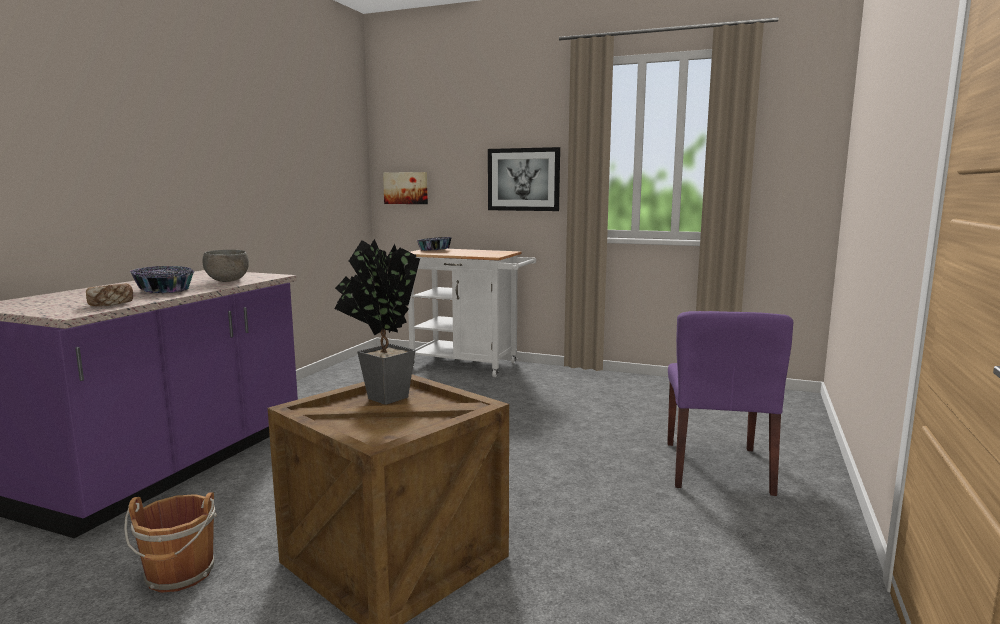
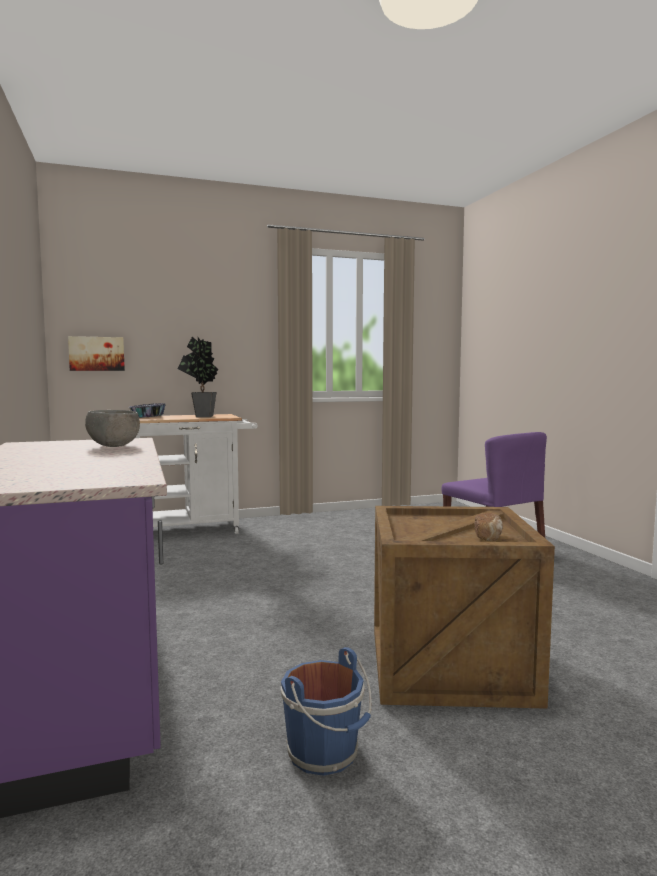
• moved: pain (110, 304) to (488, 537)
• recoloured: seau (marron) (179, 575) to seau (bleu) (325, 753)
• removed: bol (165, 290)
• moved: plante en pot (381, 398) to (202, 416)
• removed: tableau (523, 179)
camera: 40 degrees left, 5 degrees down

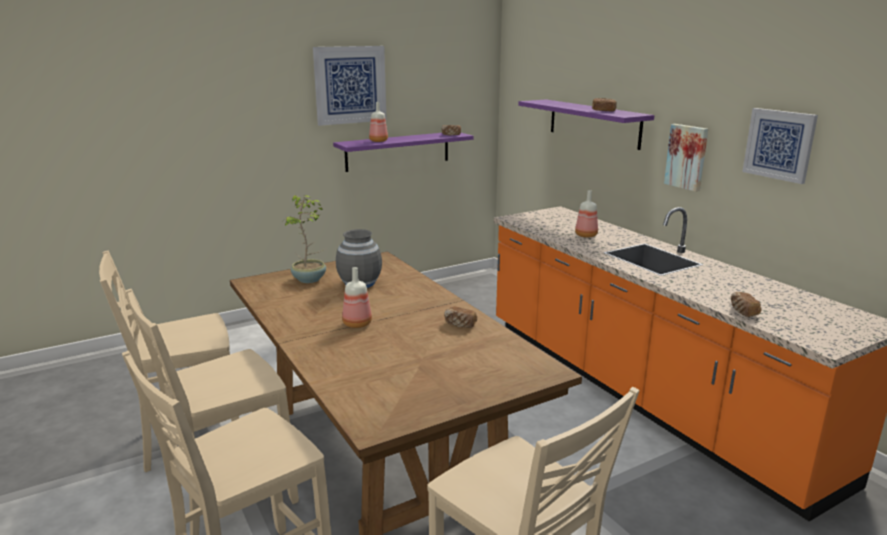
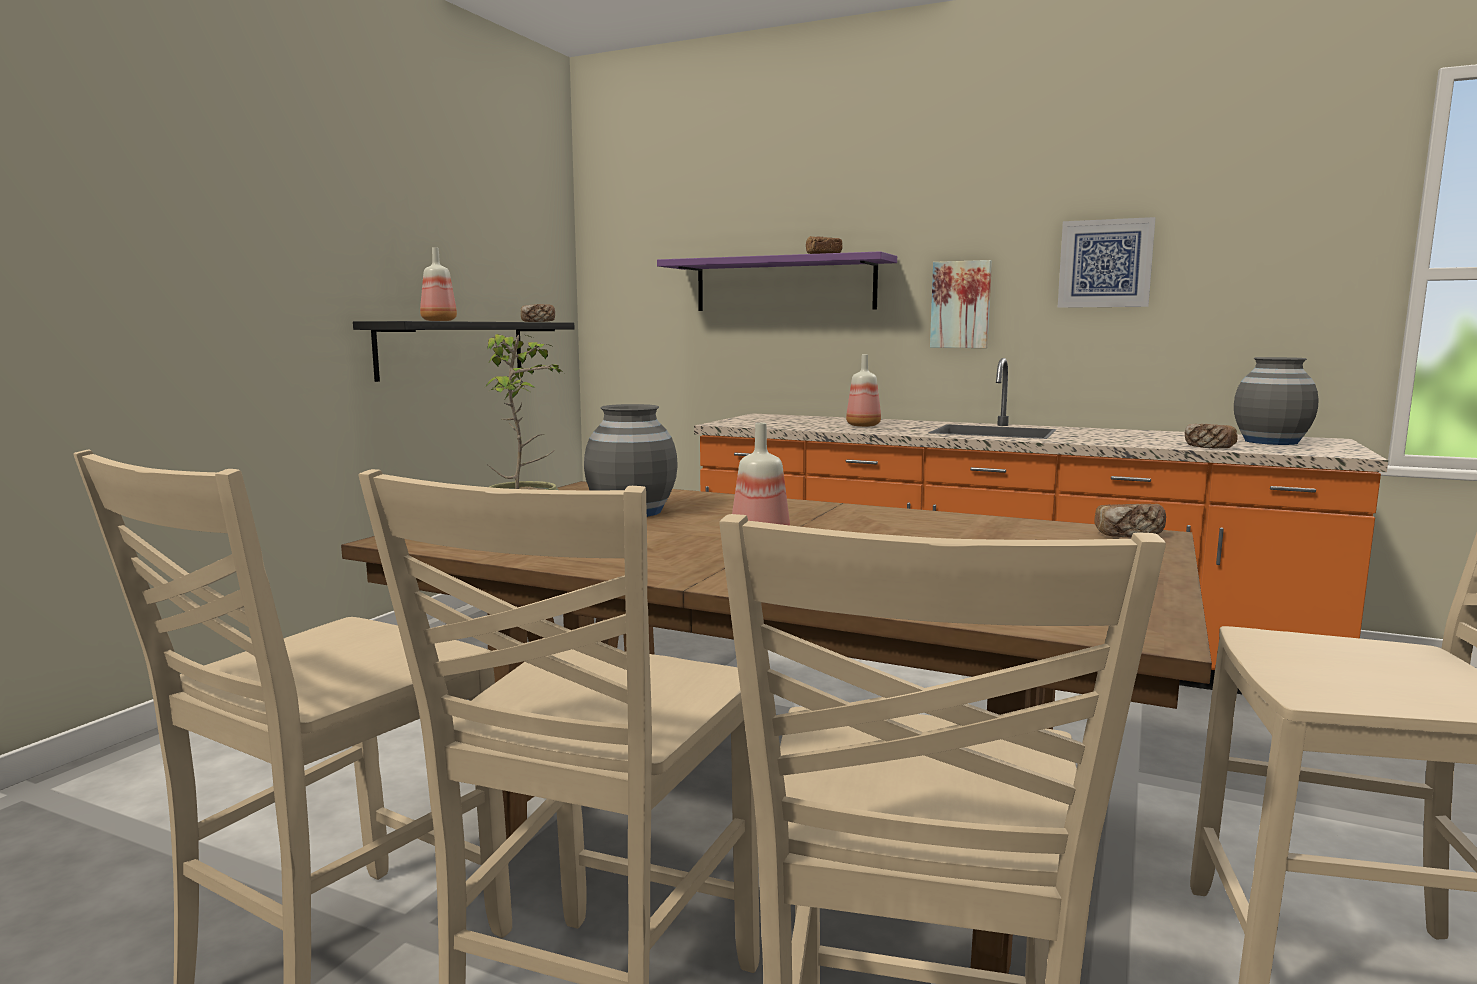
• removed: tableau (350, 85)
• recoloured: étagère (violet) (398, 151) to étagère (noir) (453, 349)
• moved: pain (460, 324) to (1129, 535)
• added: vase (gris) (1271, 442)
camera: 35 degrees left, 10 degrees down

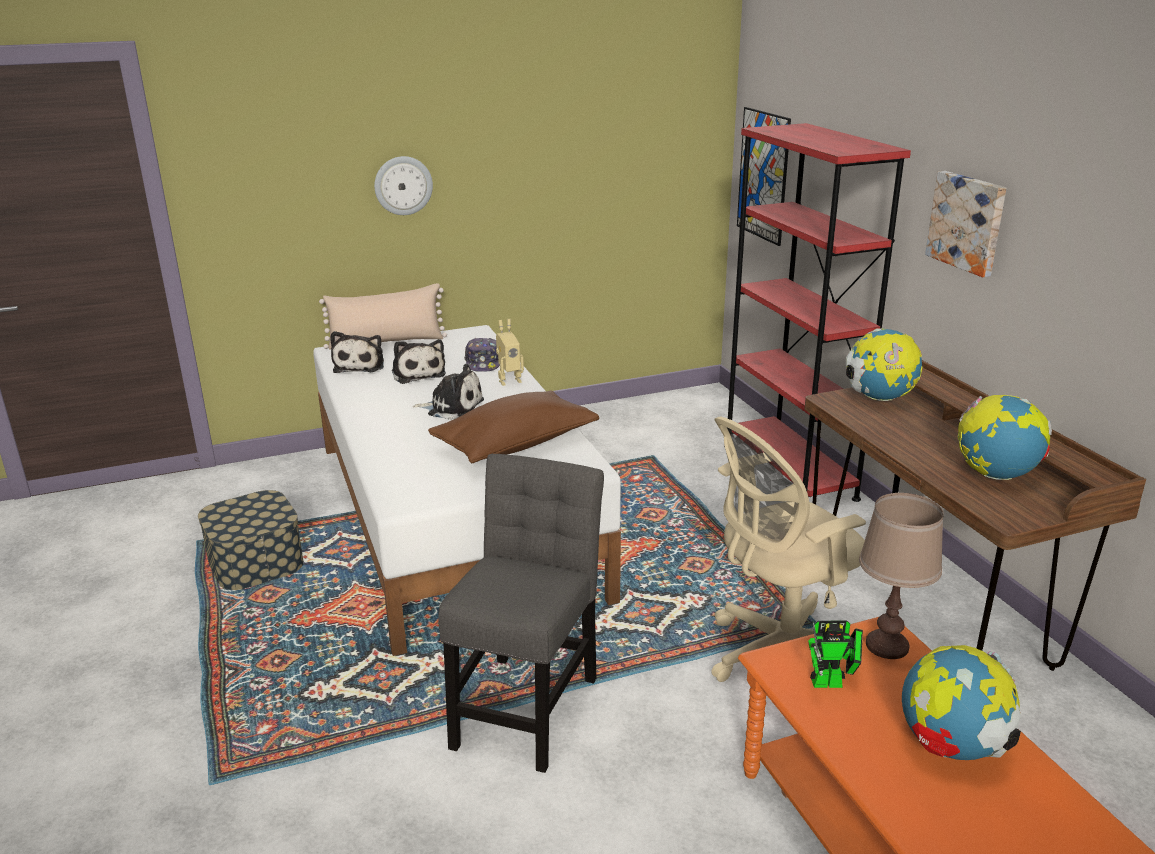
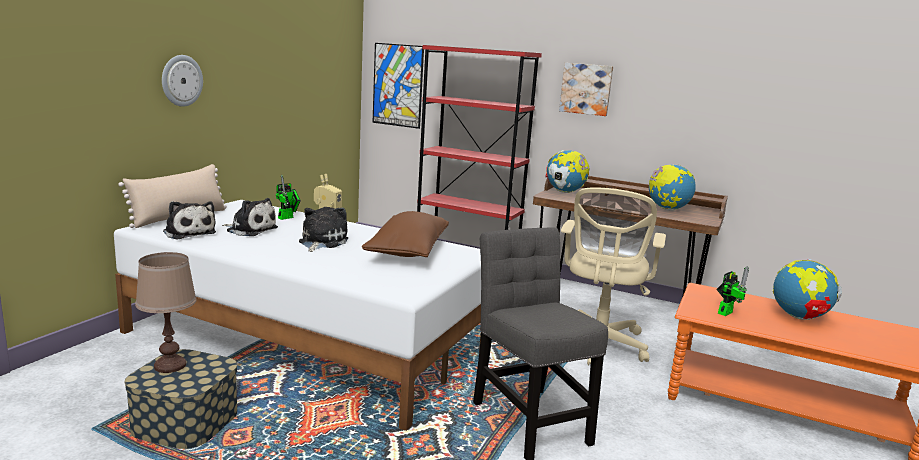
• turned: peluche (452, 407) = (321, 242) 45 degrees counterclockwise
• replaced: casquette (484, 363) to robot jouet (287, 217)
• moved: lampe de table (marron) (886, 645) to (169, 366)
camera: 45 degrees left, 10 degrees down

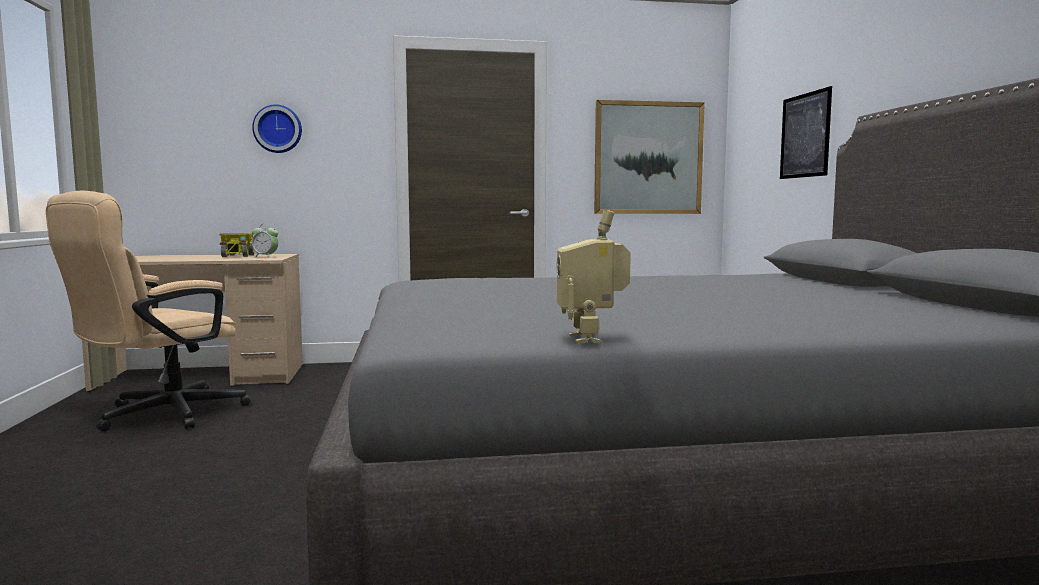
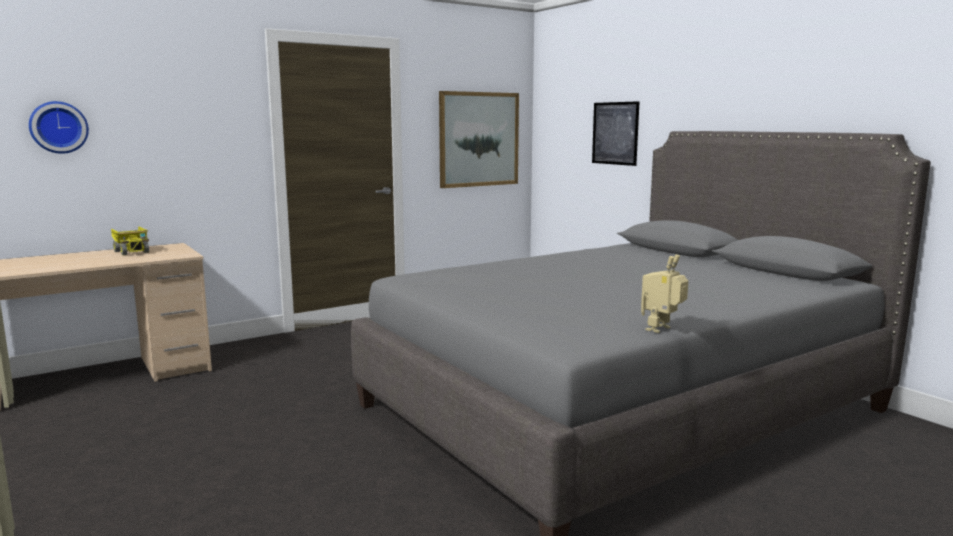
• removed: chaise de bureau (beige) (159, 416)
• moved: horloge murale (278, 129) to (59, 127)
• removed: réveil (265, 257)
• turned: robot jouet (592, 338) = (662, 329) 75 degrees clockwise
camera: 25 degrees left, 5 degrees up

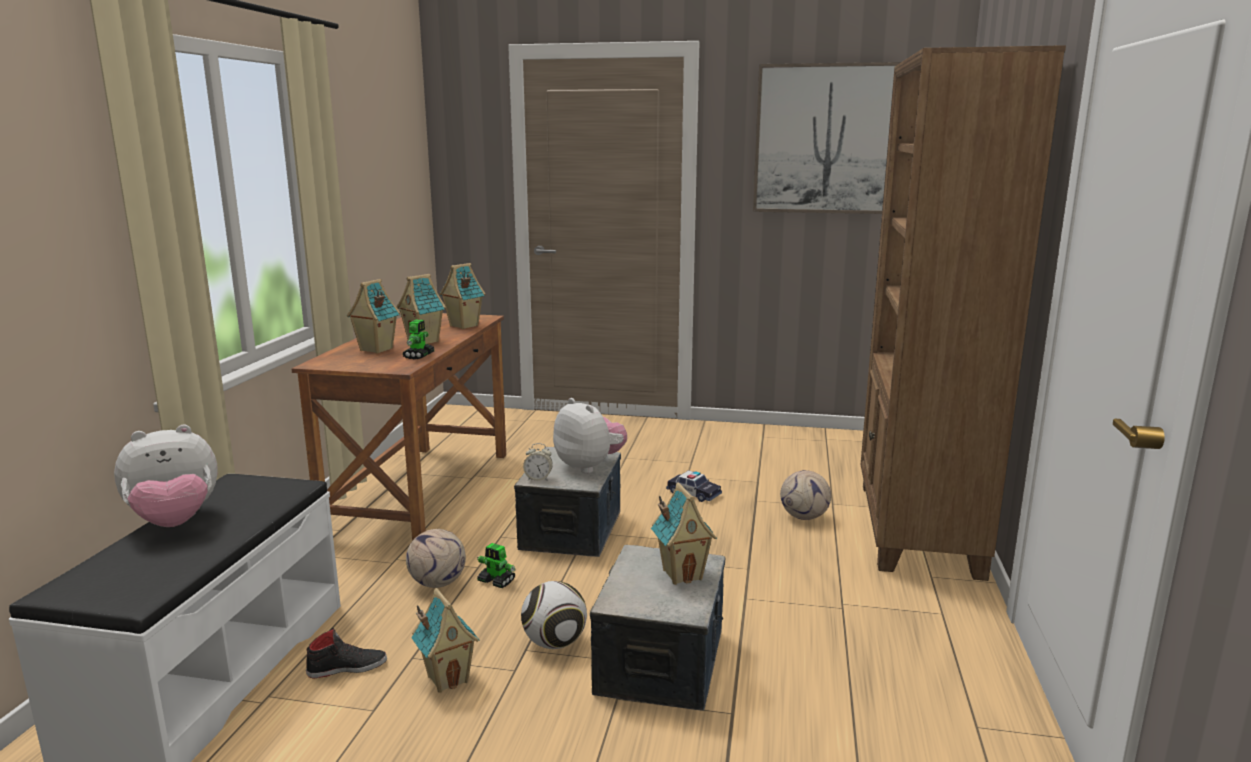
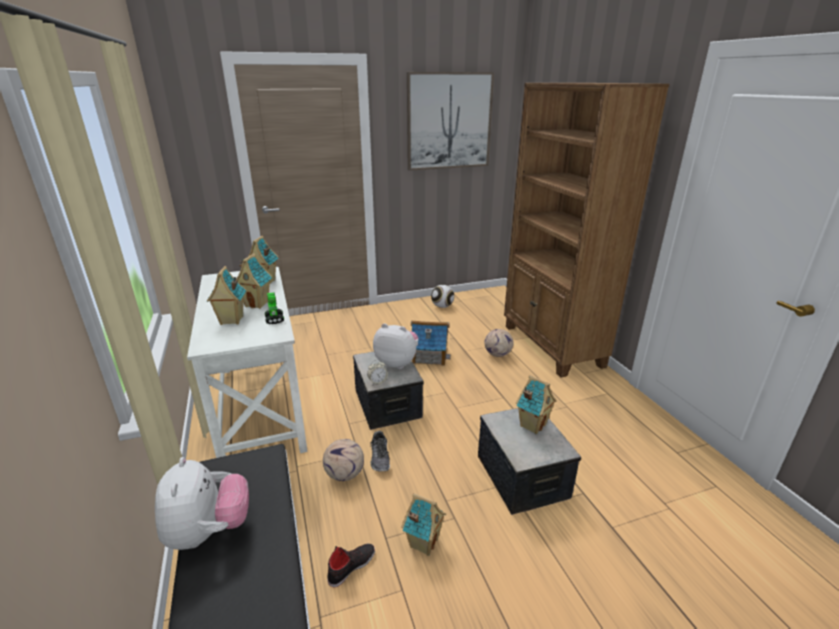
• turned: peluche (175, 522) = (209, 532) 45 degrees counterclockwise
• recoloured: bureau (marron) (421, 492) to bureau (blanc) (260, 406)
• replaced: robot jouet (496, 581) to chaussure (380, 458)
• moved: ballon de foot (554, 643) to (442, 306)
• replaced: petite voiture (693, 493) to maison miniature (429, 356)
camera: 30 degrees left, 10 degrees up

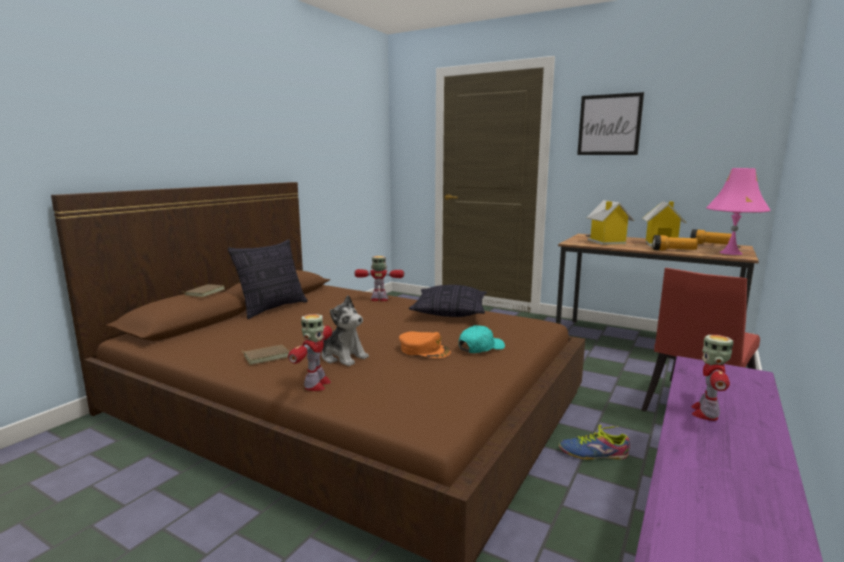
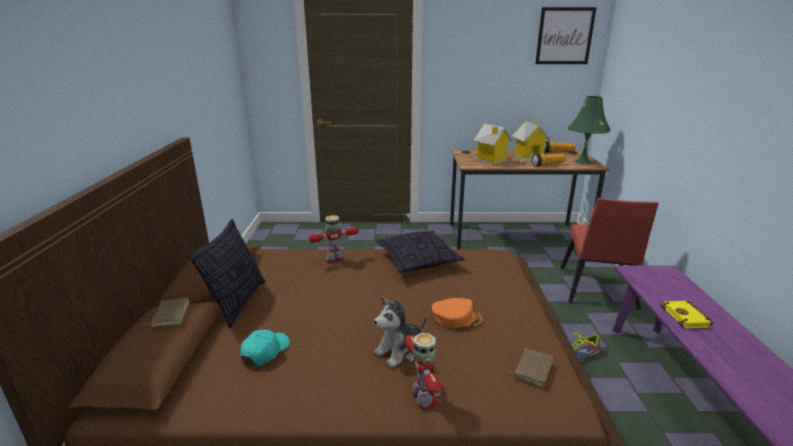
• moved: livre (marron) (266, 356) to (531, 368)
• turned: peluche (343, 357) = (400, 351) 135 degrees clockwise
• moved: casquette (turquoise) (480, 348) to (265, 352)
• moved: tableau (609, 125) to (564, 36)
• replaced: robot jouet (706, 412) to livre (jaune) (687, 318)
• recoloured: lampe de table (rose) (730, 253) to lampe de table (vert) (583, 162)
camera: 30 degrees left, 10 degrees up

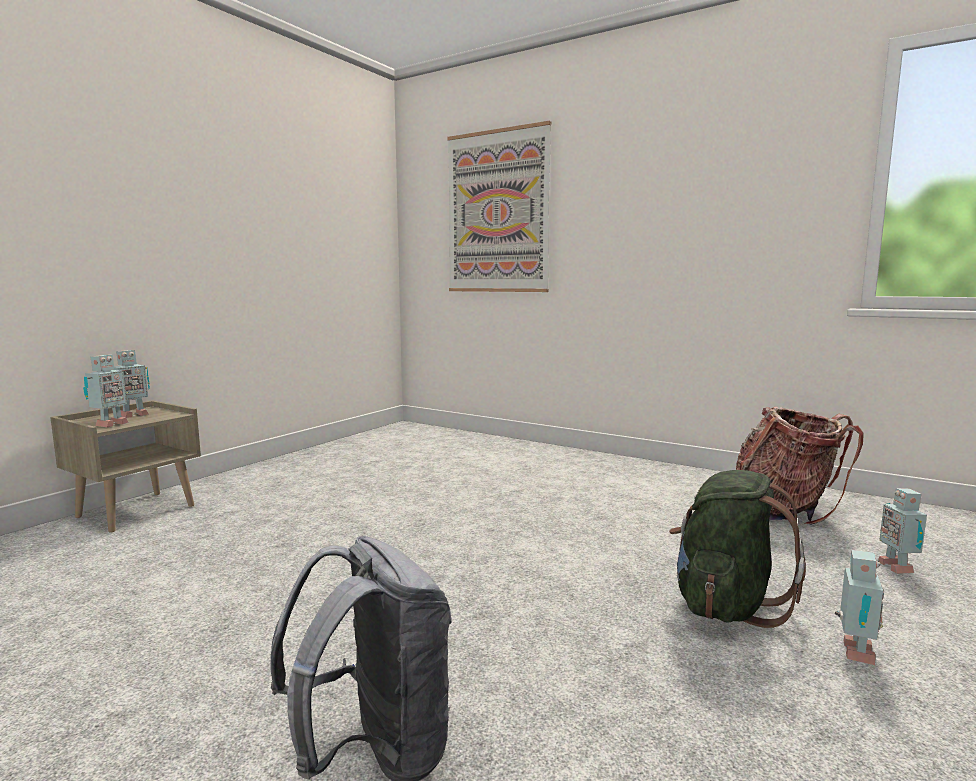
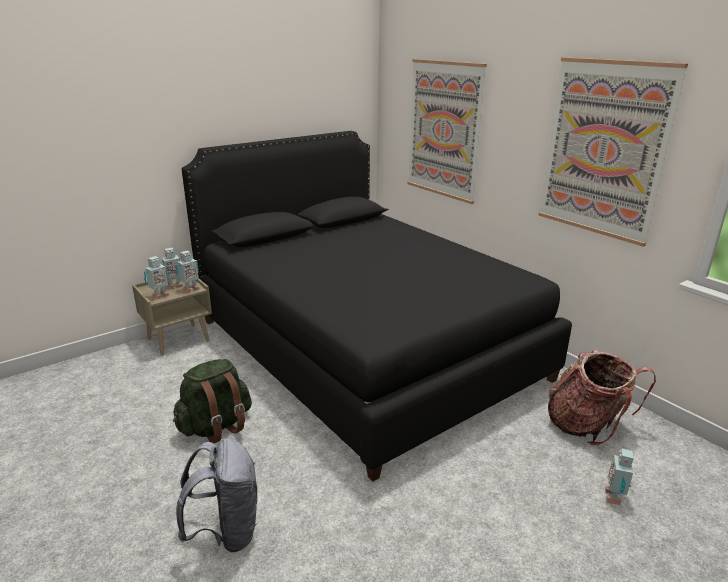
• moved: sac à dos (vert) (726, 605) to (216, 426)
• moved: robot jouet (854, 653) to (190, 289)
• added: lit (noir) (365, 348)
• added: tableau (604, 149)
camera: 20 degrees right, 15 degrees up

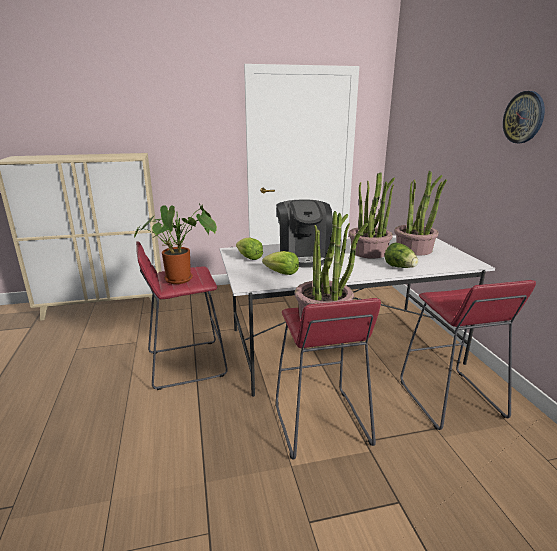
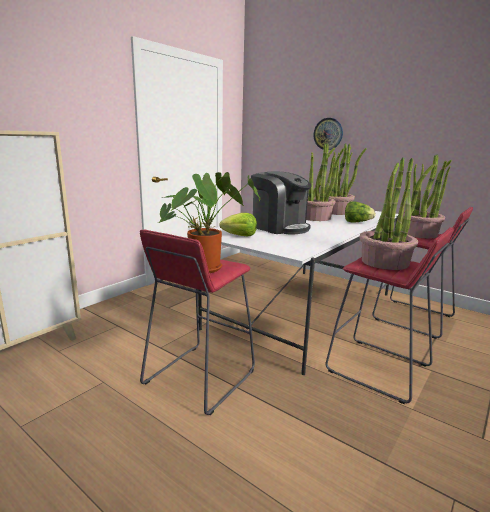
• removed: laitue (282, 273)
• moved: horloge murale (524, 117) to (328, 134)
• added: plante en pot (419, 234)
camera: 40 degrees left, 5 degrees down

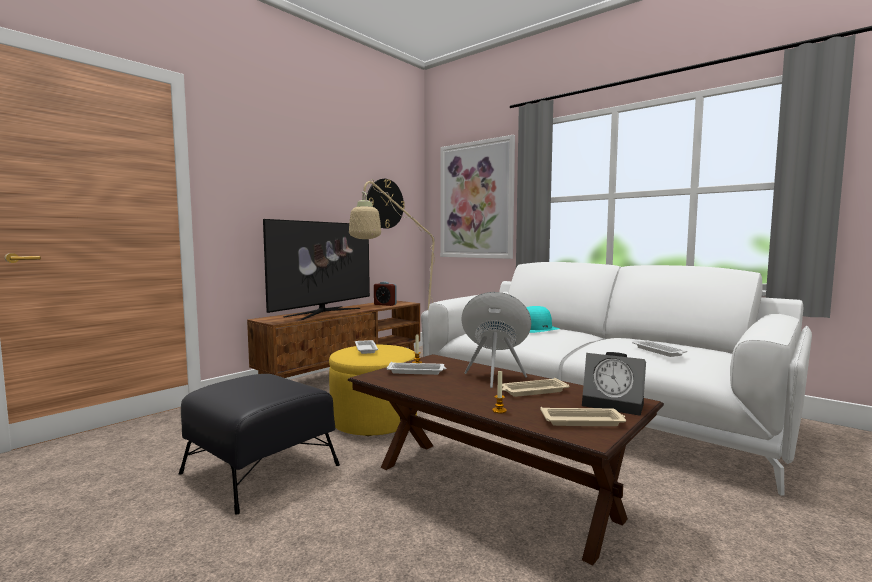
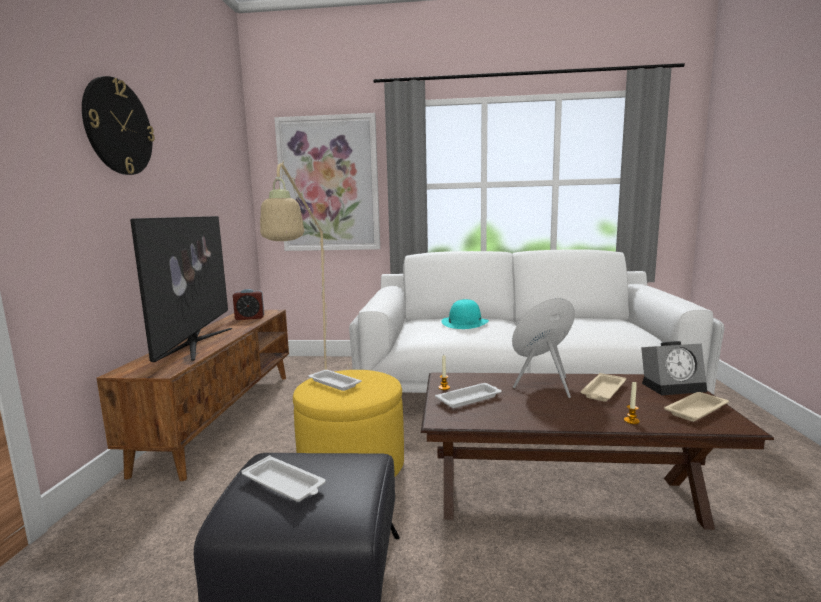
• moved: horloge murale (385, 203) to (118, 127)
• moved: plateau (blanc) (659, 351) to (284, 484)
camera: 35 degrees left, 5 degrees up

